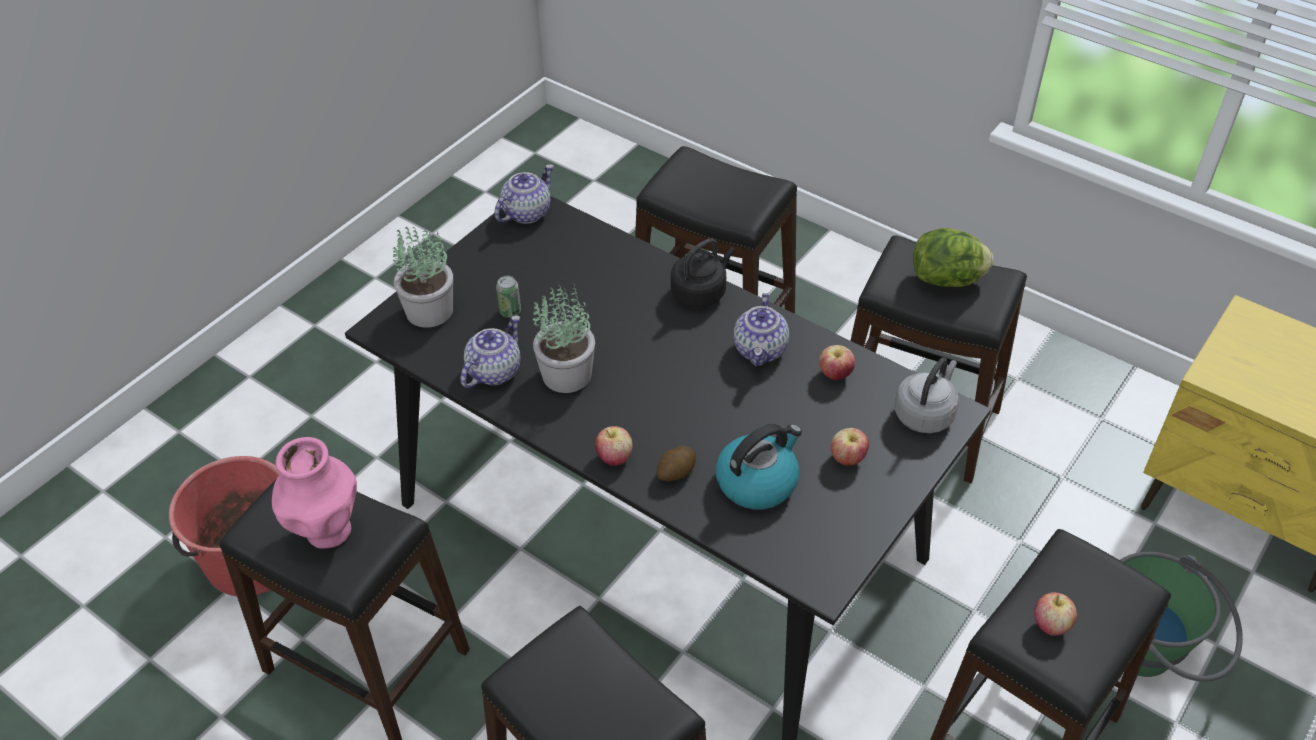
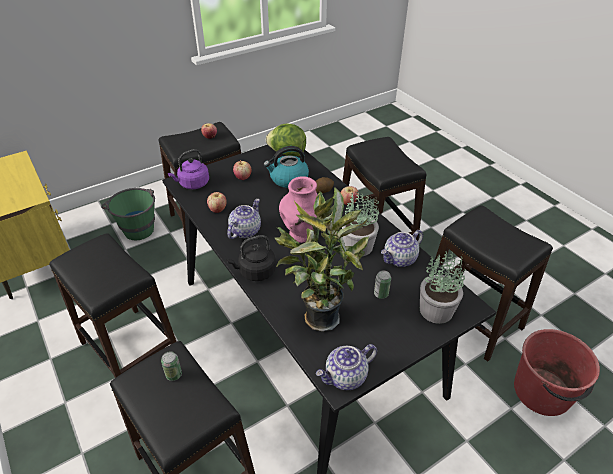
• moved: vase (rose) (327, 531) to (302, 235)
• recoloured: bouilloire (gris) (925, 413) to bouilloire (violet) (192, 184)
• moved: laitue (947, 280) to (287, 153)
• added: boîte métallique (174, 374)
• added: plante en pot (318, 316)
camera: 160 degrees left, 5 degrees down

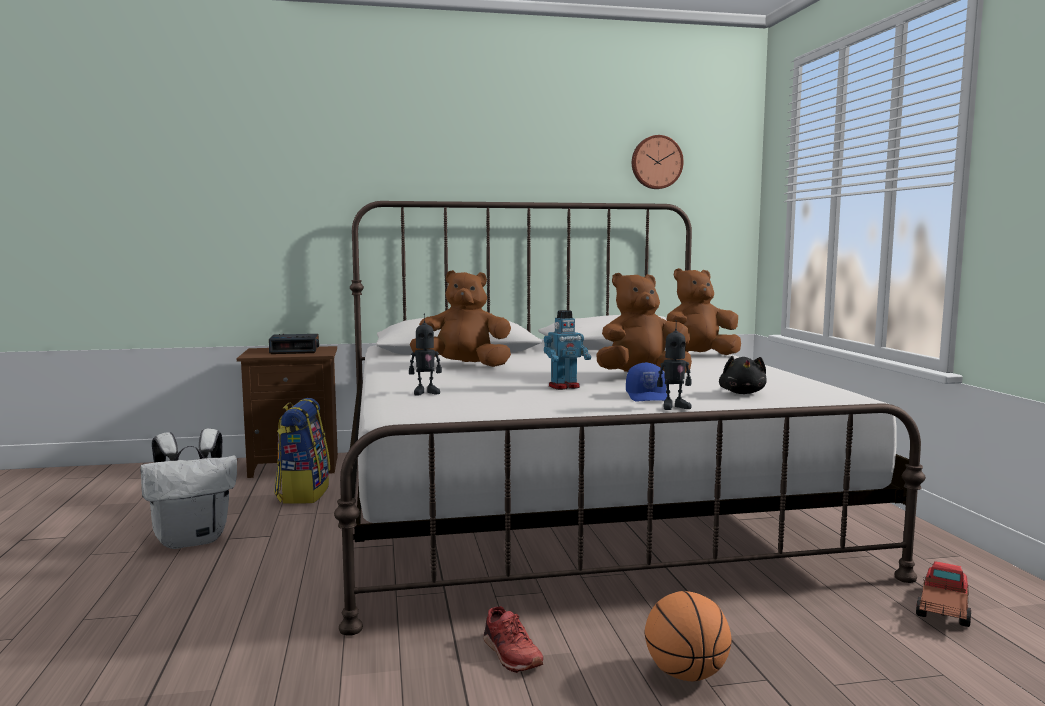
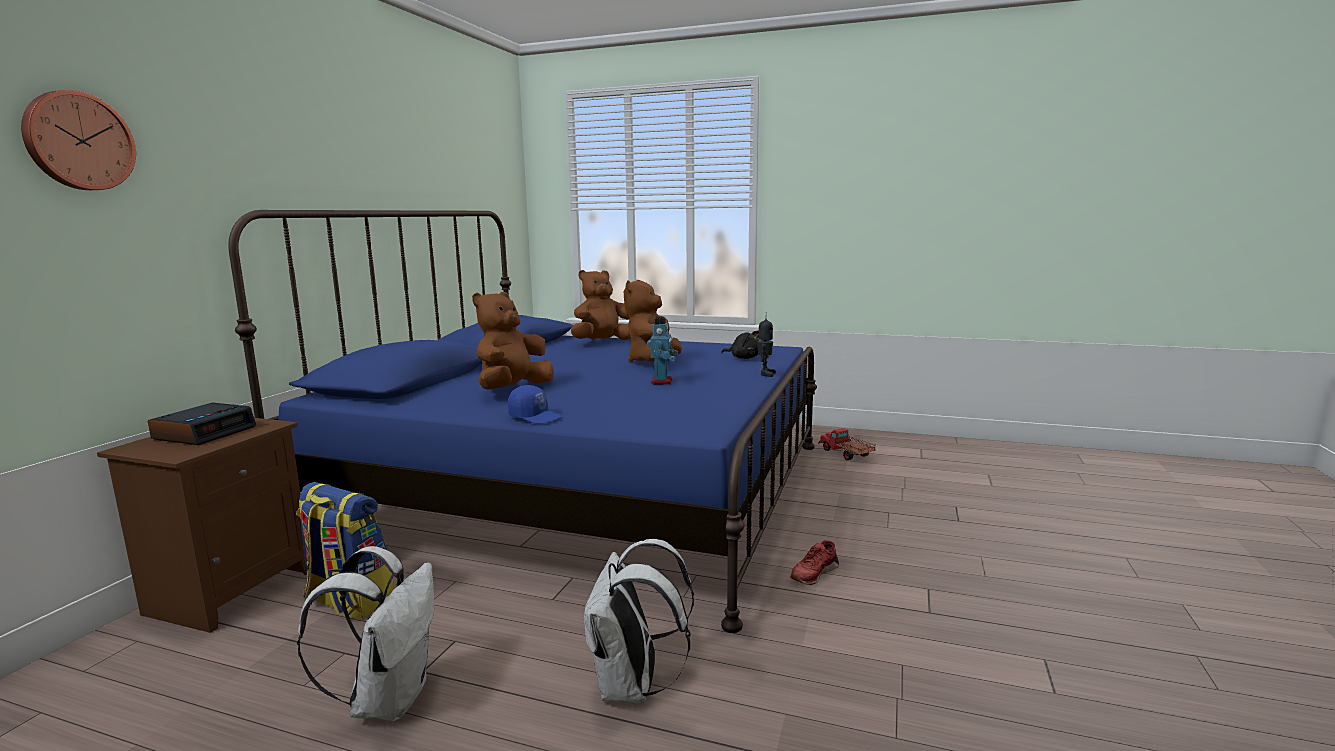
• recoloured: lit (blanc) (571, 503) to lit (bleu) (585, 489)
• removed: robot jouet (425, 392)
• turned: chaussure (rouge) (510, 653) = (813, 572) 135 degrees clockwise
• moved: casquette (bleu) (648, 397) to (536, 417)
• moved: horloge murale (656, 162) to (78, 141)
• removed: ballon de basket (686, 674)
• turned: peluche (marron) (698, 356) = (603, 342) 45 degrees clockwise
• added: sac à dos (blanc) (632, 687)
camera: 60 degrees left, 5 degrees up

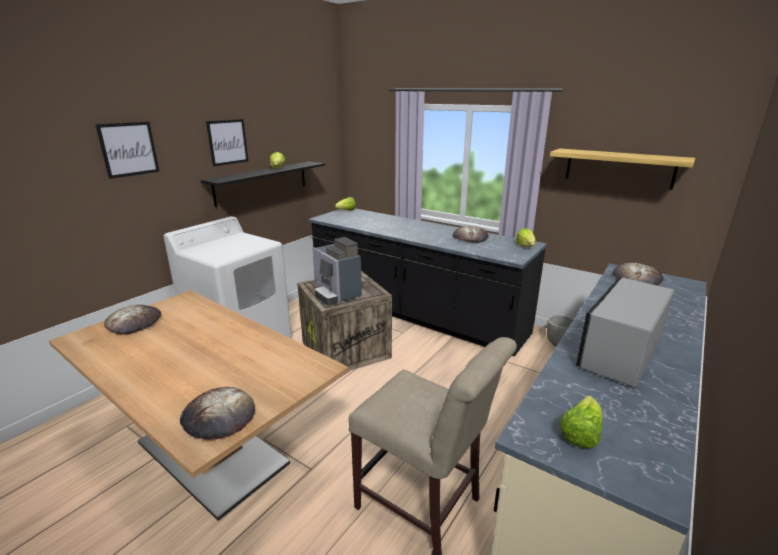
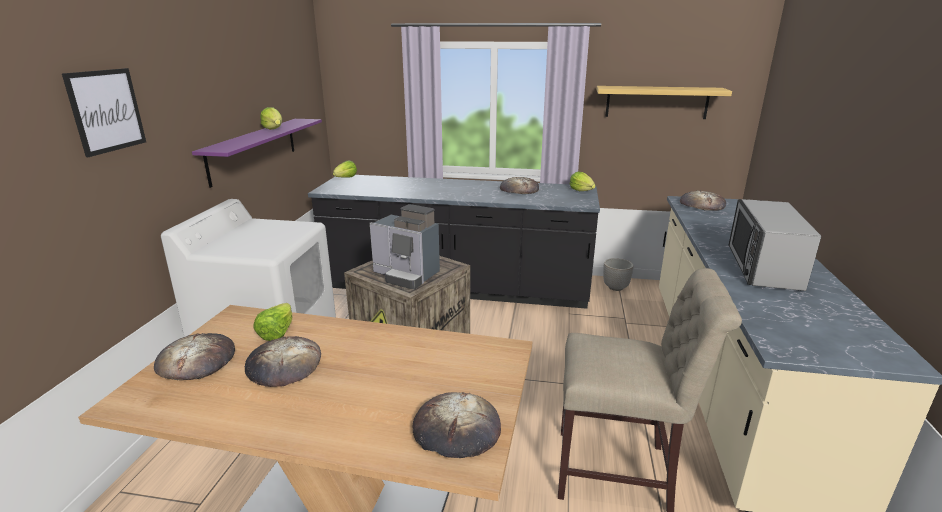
• recoloured: étagère (noir) (262, 182) to étagère (violet) (254, 149)
• removed: tableau (227, 142)
• moved: laitue (580, 434) to (277, 332)
• added: pain (284, 365)
camera: 25 degrees left, 0 degrees up

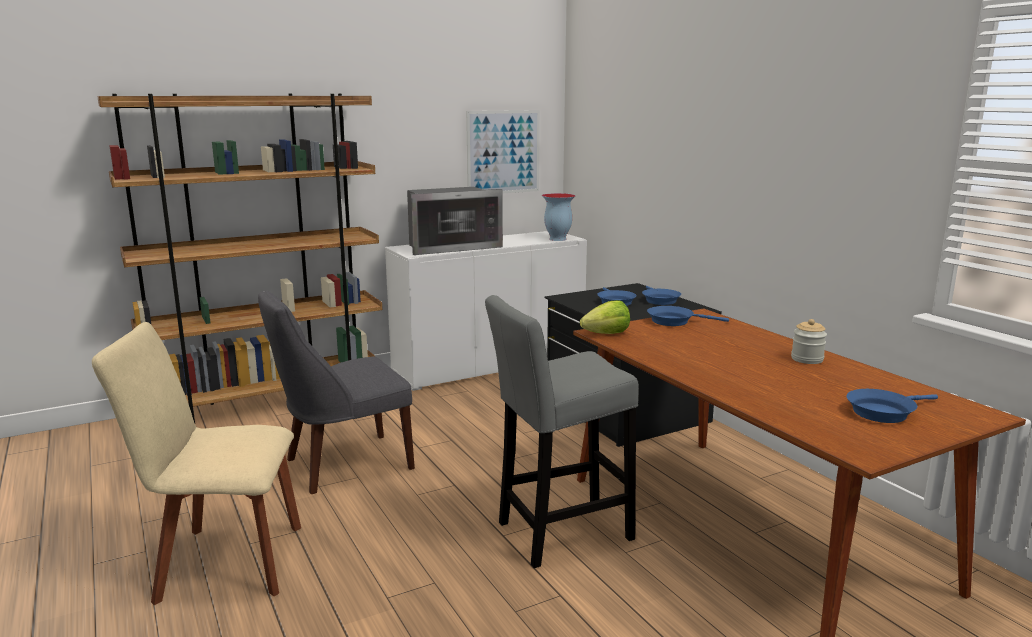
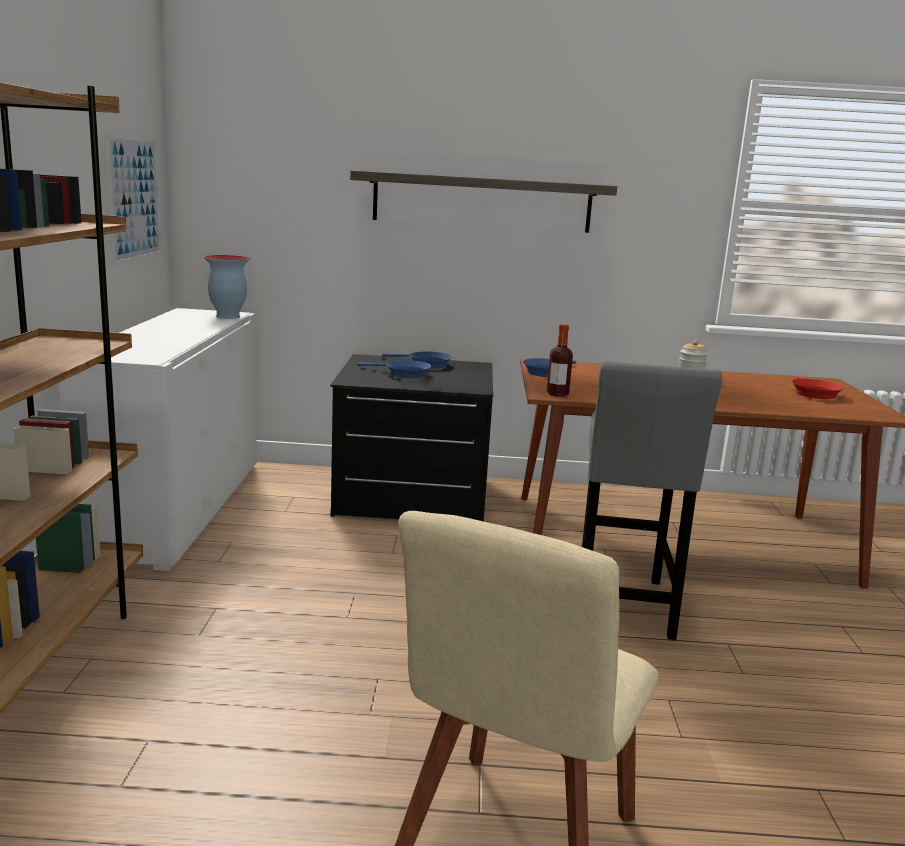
• removed: chaise (gris) (343, 465)
• removed: micro-ondes (451, 246)
• replaced: laitue (607, 334) to bouteille (557, 394)
• recoloured: poêle (bleu) (883, 412) to poêle (rouge) (813, 393)
• added: étagère (482, 202)
camera: 60 degrees left, 0 degrees up

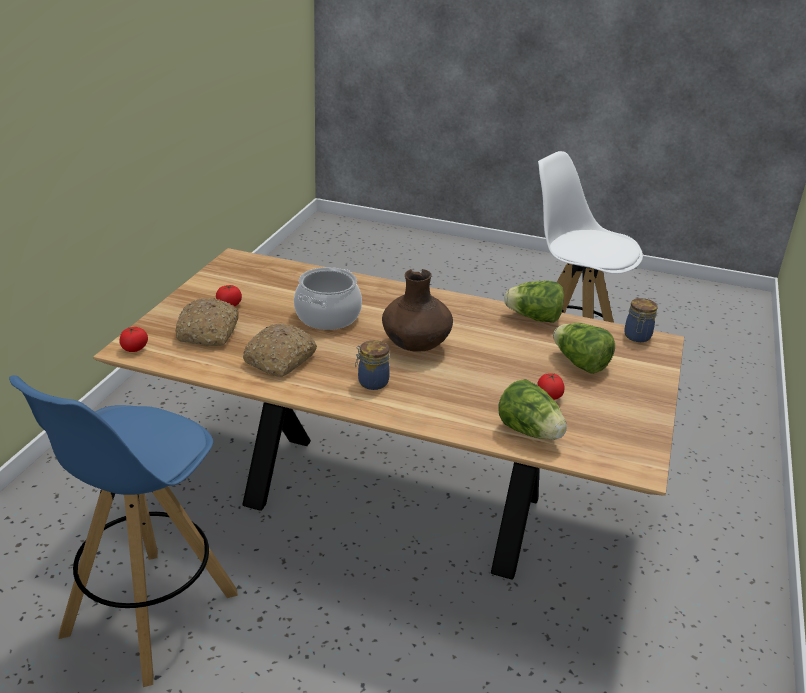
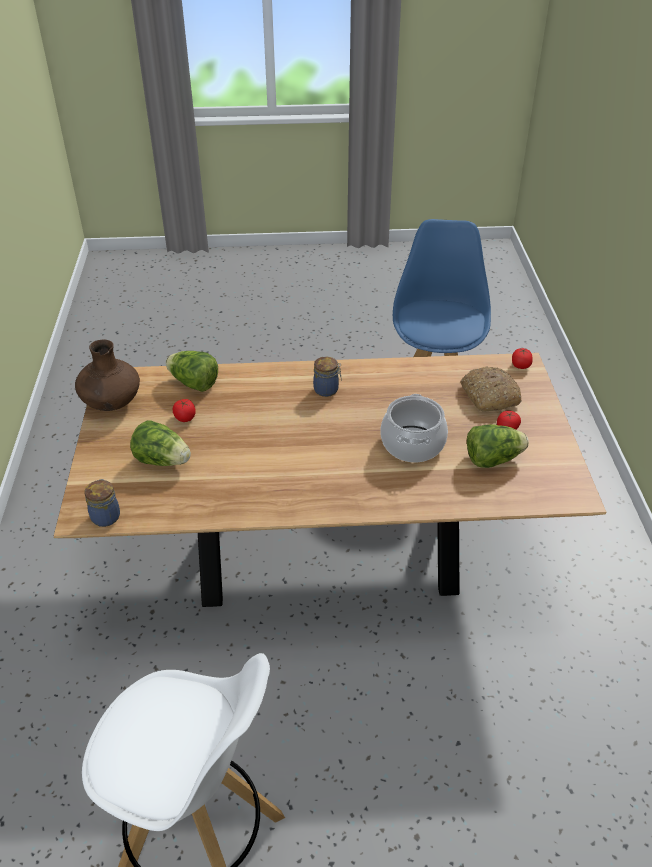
• removed: pain (280, 359)
• moved: vase (marron) (416, 346) to (111, 404)
• moved: laitue (534, 318) to (492, 459)
camera: 160 degrees right, 10 degrees up

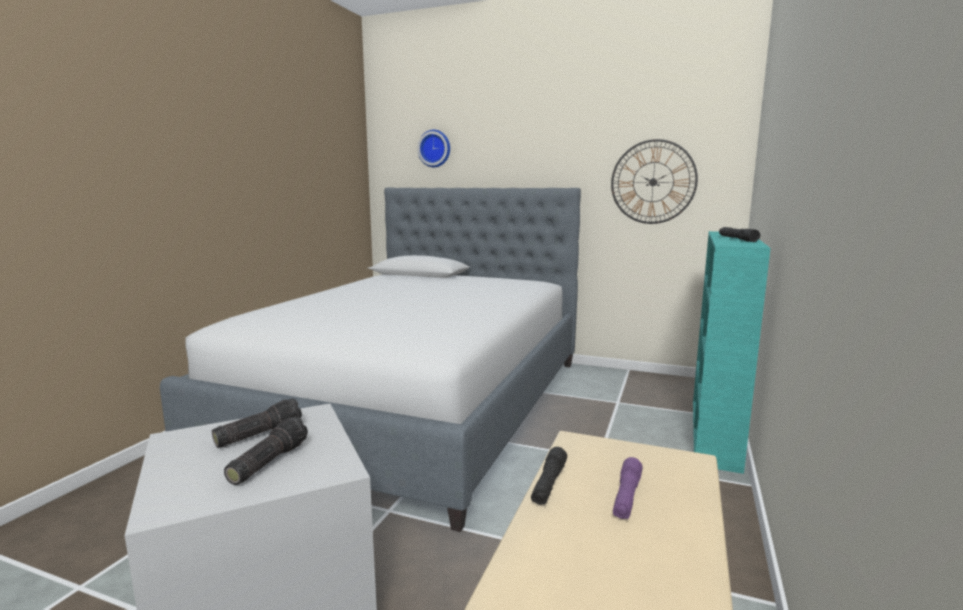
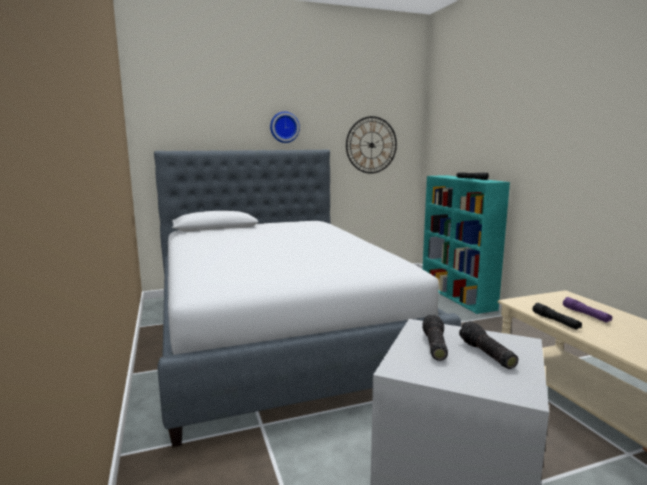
• moved: horloge murale (435, 148) to (284, 127)
camera: 40 degrees left, 0 degrees up

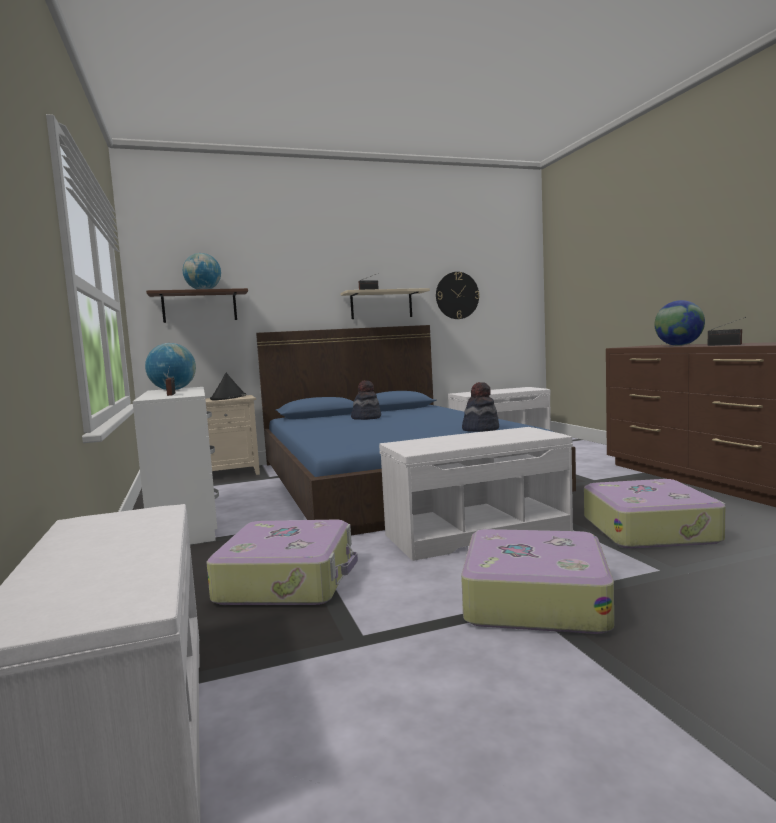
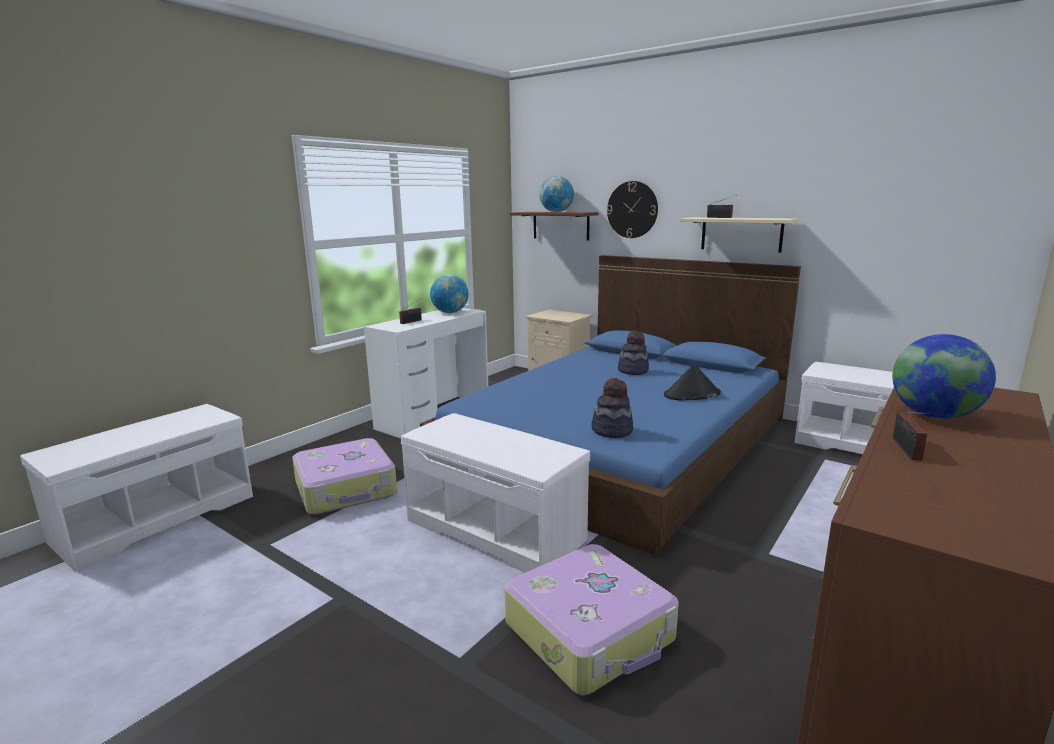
• moved: chapeau (noir) (228, 397) to (692, 394)
• moved: horloge murale (457, 295) to (632, 209)
• removed: valise (534, 599)
camera: 55 degrees right, 10 degrees up

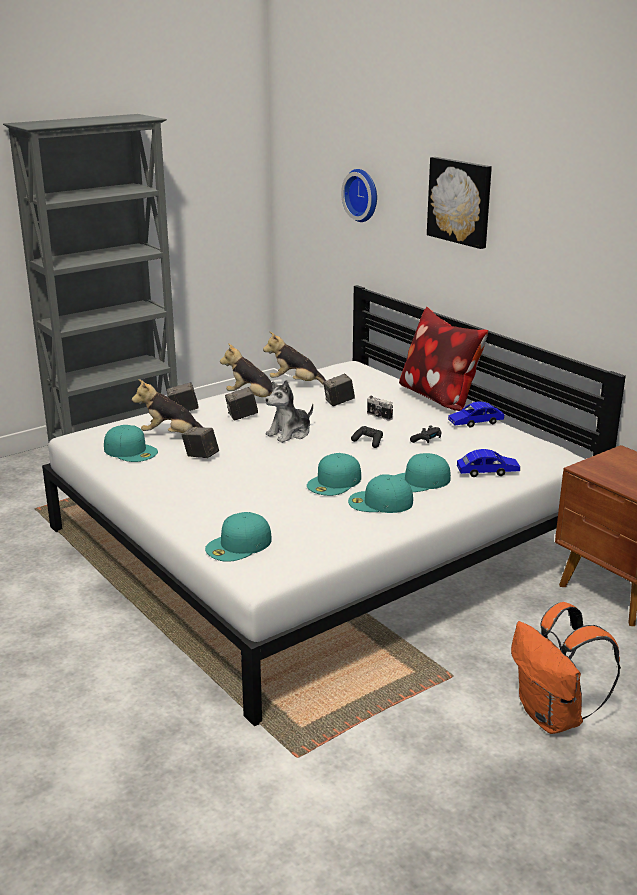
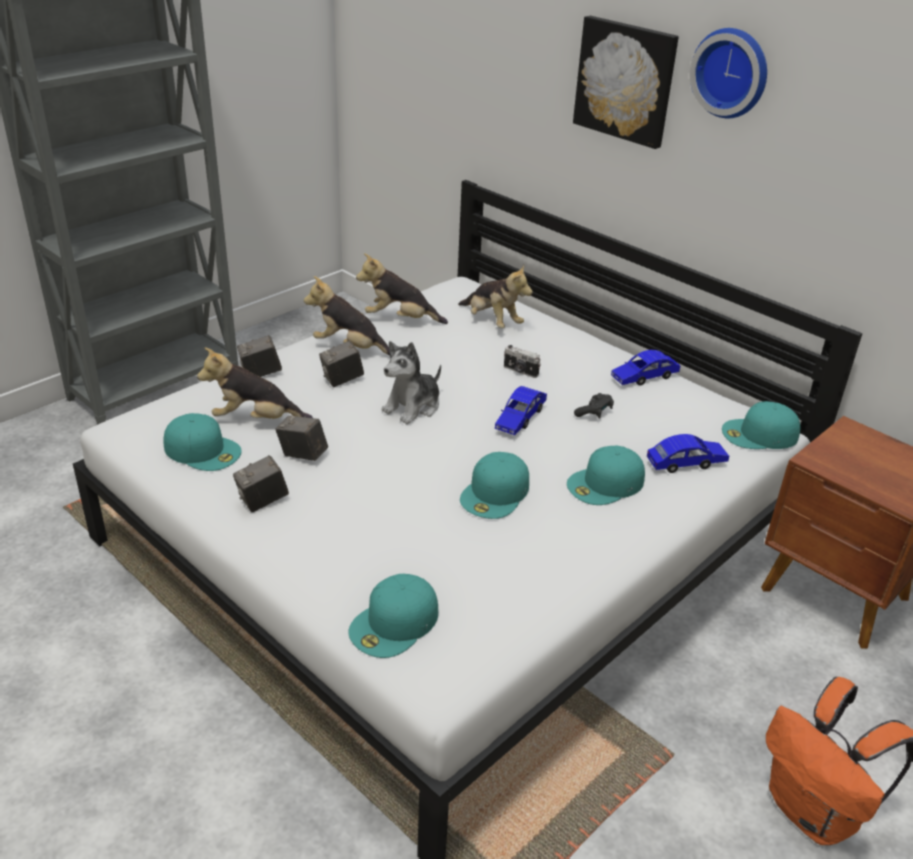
• moved: appareil photo (339, 402) to (263, 501)
• moved: horloge murale (363, 195) to (731, 72)
• moved: casquette (turquoise) (379, 502) to (759, 434)
• replaced: manette (noir) (368, 442) to petite voiture (bleu) (520, 418)
• removed: coussin (438, 397)
• added: peluche (492, 322)
camera: 10 degrees left, 10 degrees up

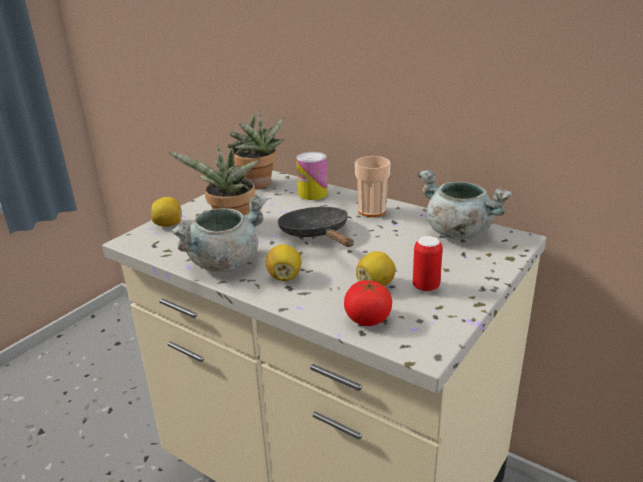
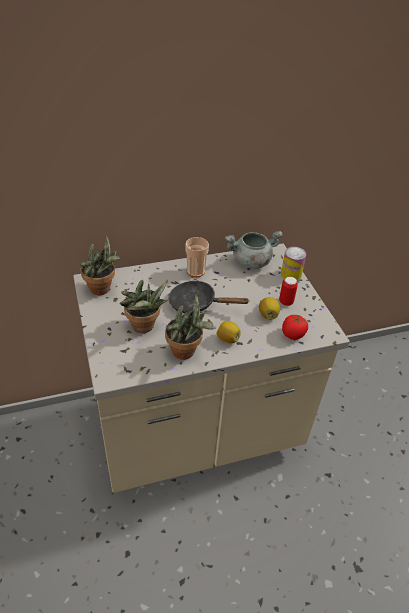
• removed: citron (168, 224)
• replaced: marmite (gris) (224, 262) to plante en pot (186, 352)
• moved: boîte métallique (312, 194) to (291, 274)
camera: 55 degrees left, 15 degrees up

